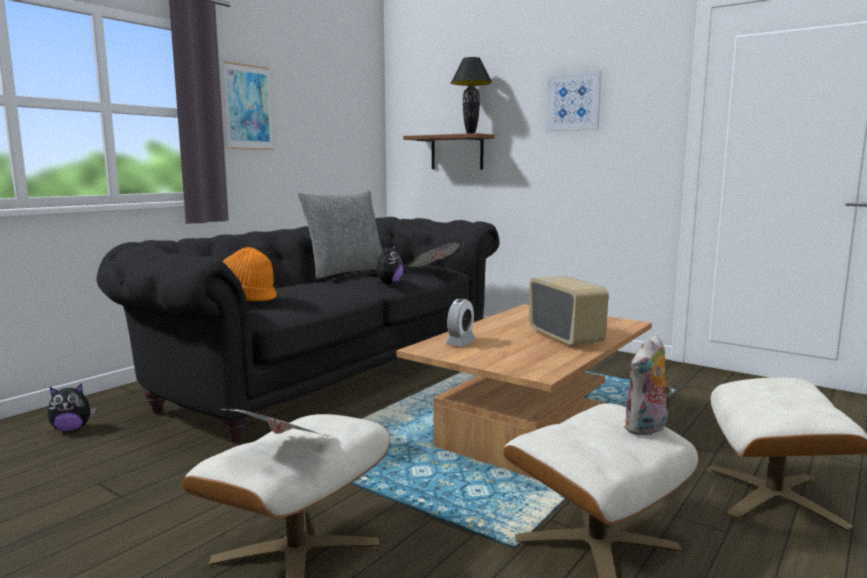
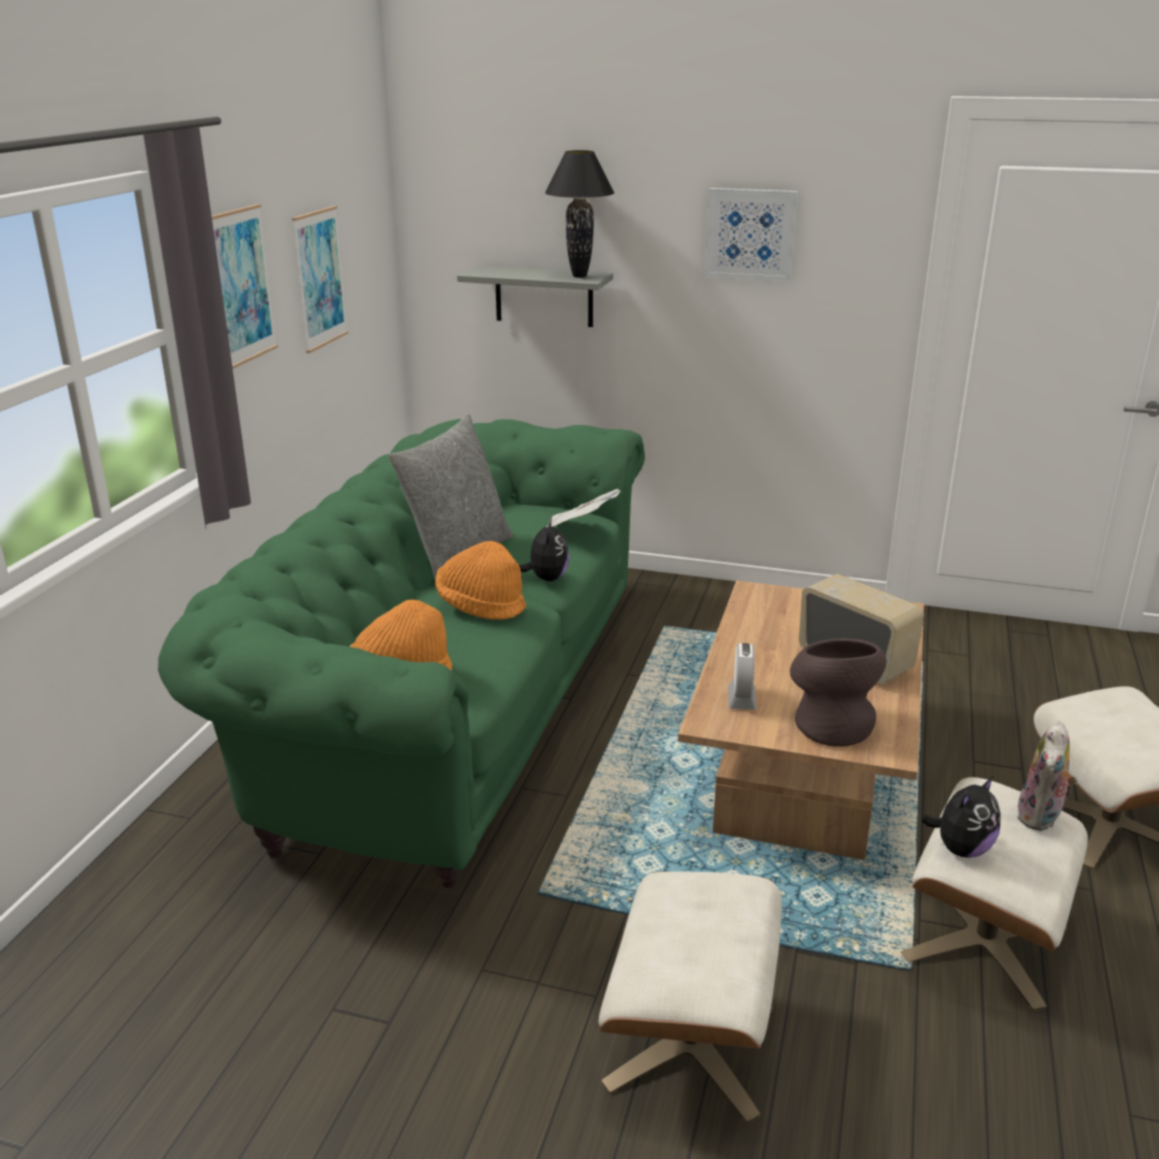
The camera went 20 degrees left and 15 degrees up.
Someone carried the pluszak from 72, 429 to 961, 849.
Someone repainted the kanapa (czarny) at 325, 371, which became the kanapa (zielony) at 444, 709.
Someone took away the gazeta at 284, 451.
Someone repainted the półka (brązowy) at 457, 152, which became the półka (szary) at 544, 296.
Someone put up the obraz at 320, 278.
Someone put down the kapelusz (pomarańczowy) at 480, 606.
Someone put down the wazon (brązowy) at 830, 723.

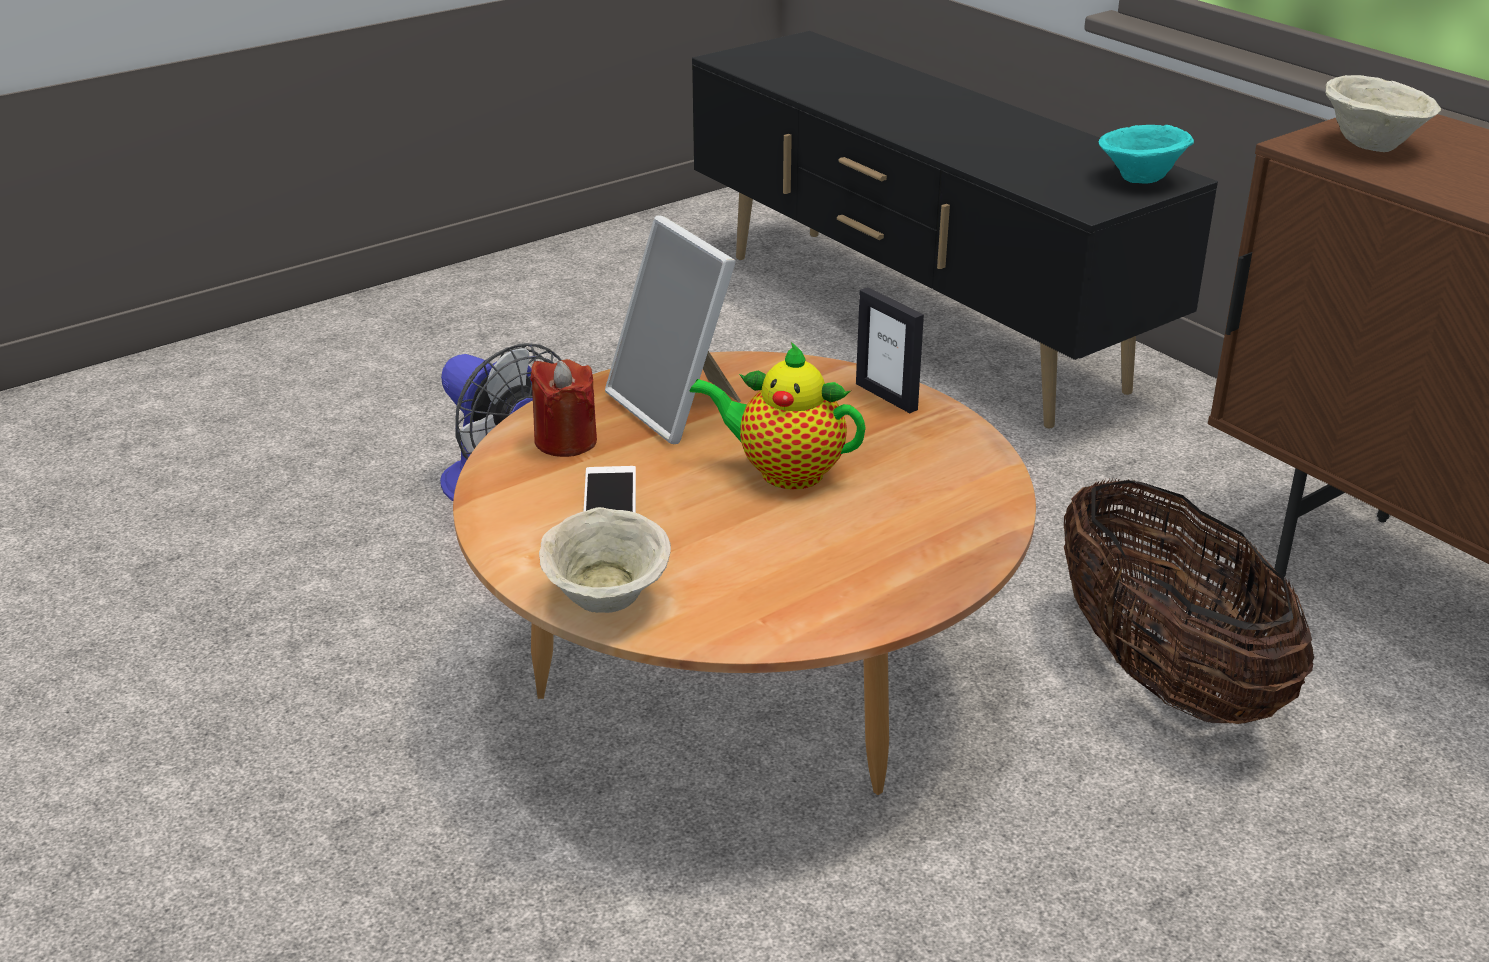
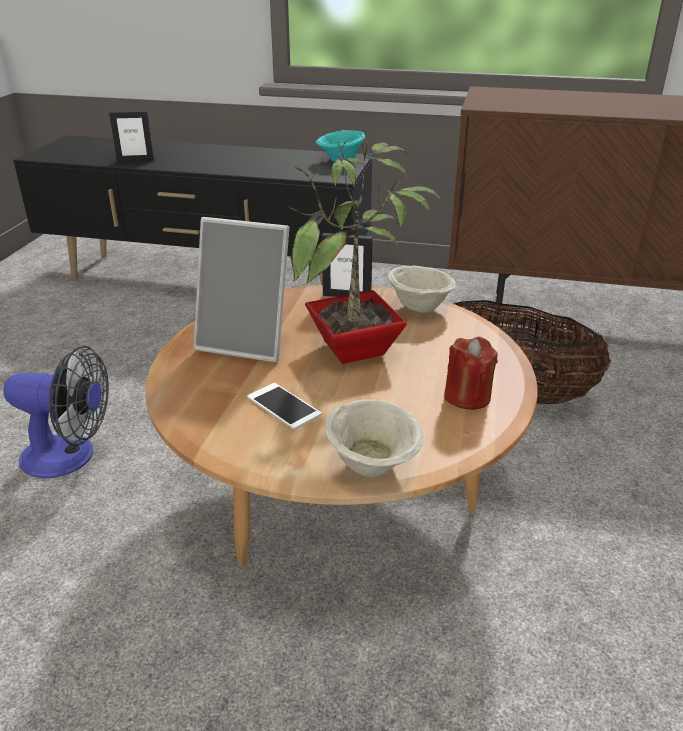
The camera went 40 degrees left and 0 degrees up.
Someone carried the świeca (czerwony) from 565, 441 to 467, 397.
Someone swapped the imbryk at 784, 472 for the roślina doniczkowa at 356, 351.
Someone carried the miska (beżowy) from 1369, 145 to 418, 307.
Someone put down the ramka na zdjęcie at 135, 160.

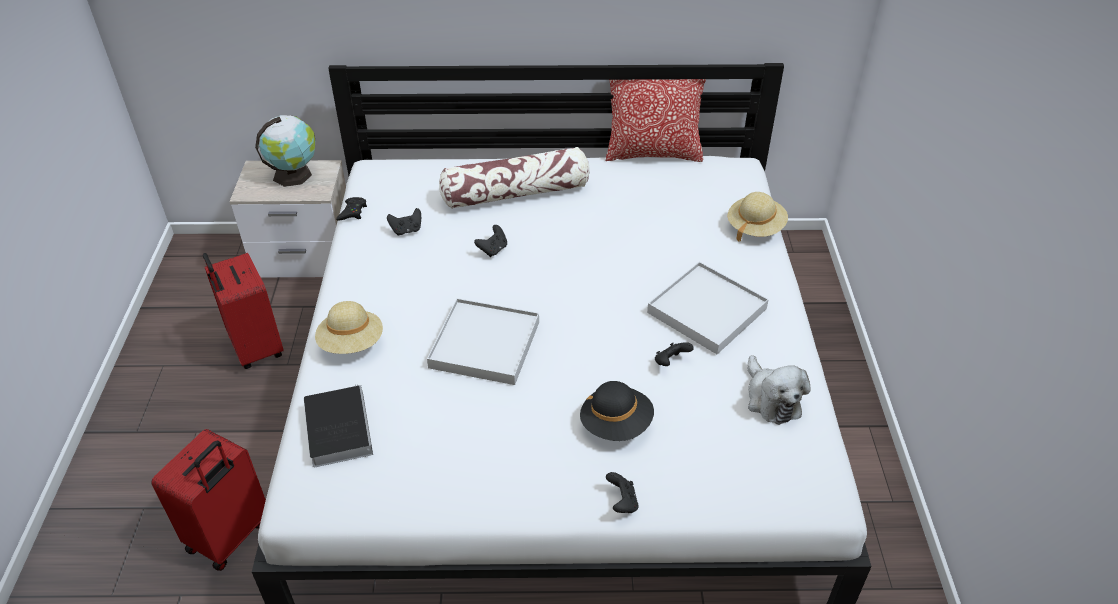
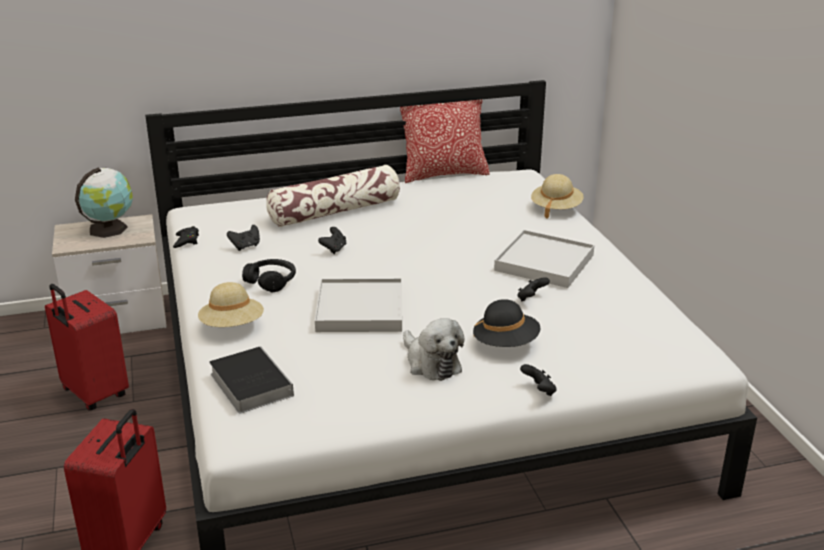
The camera went 15 degrees left and 15 degrees down.
Someone carried the pluszak from 771, 399 to 431, 363.
Someone put down the słuchawki (czarny) at 271, 281.

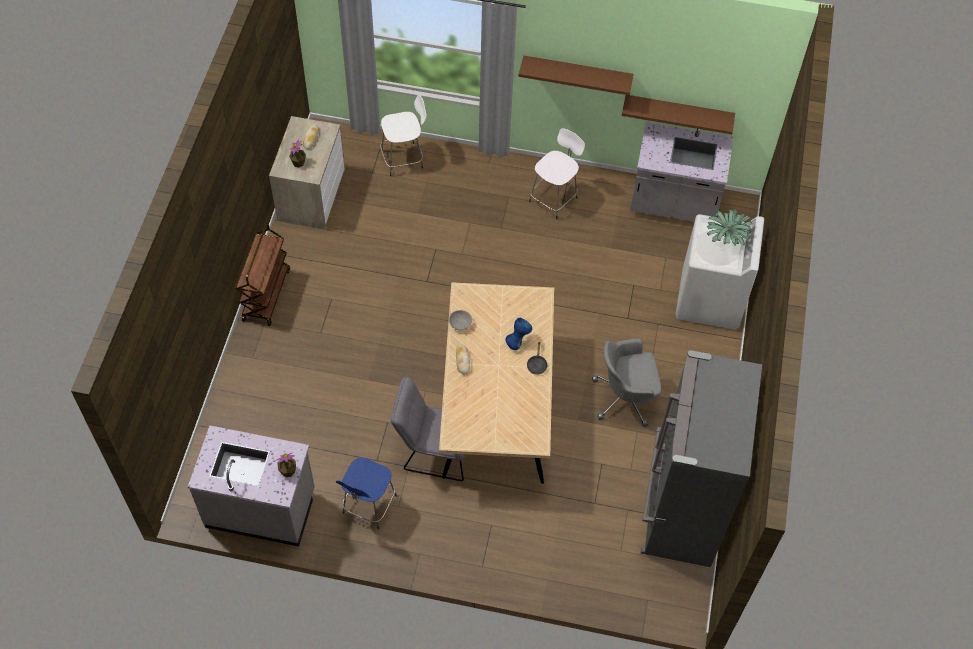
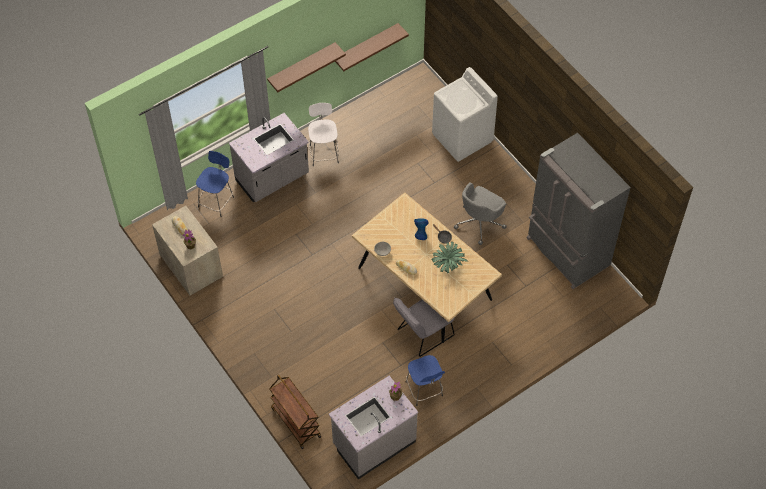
The camera went 45 degrees left and 0 degrees up.
Someone carried the wózek (brązowy) from 266, 294 to 295, 422.
Someone repainted the stołek (biały) at 404, 159, which became the stołek (niebieski) at 216, 201.
Someone carried the zabudowa kuchenna (szary) from 673, 205 to 272, 179.
Someone carried the roślina doniczkowa from 726, 238 to 448, 264.

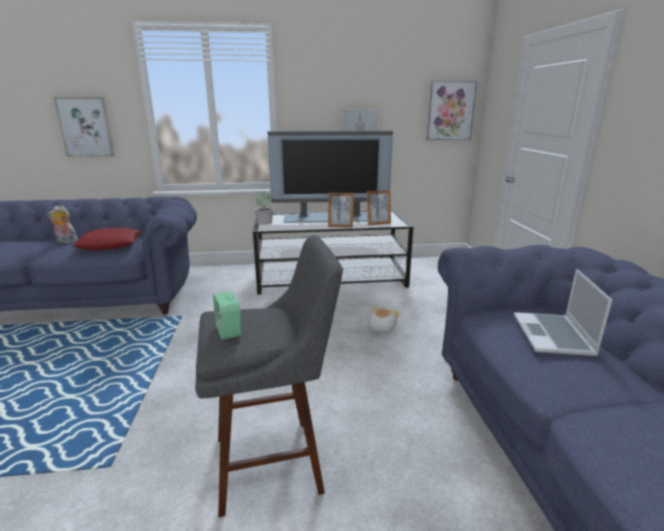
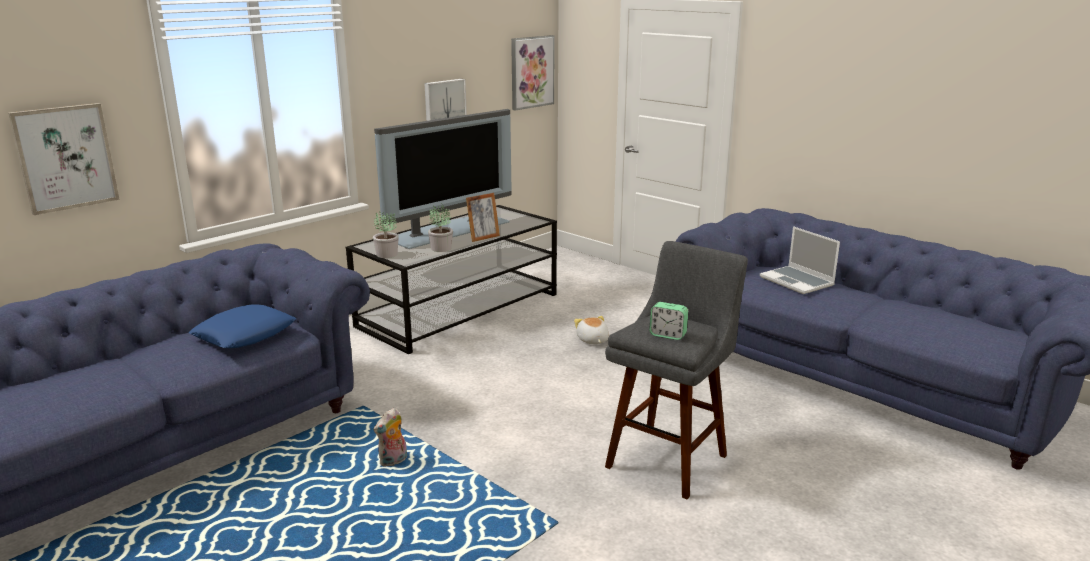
The camera went 40 degrees left and 0 degrees up.
Someone carried the pluszak from 66, 241 to 393, 462.
Someone repainted the poduszka (czerwony) at 110, 244, which became the poduszka (niebieski) at 245, 334.
Someone took away the ramka na zdjęcie at 378, 223.
Someone put down the roślina doniczkowa at 441, 248.

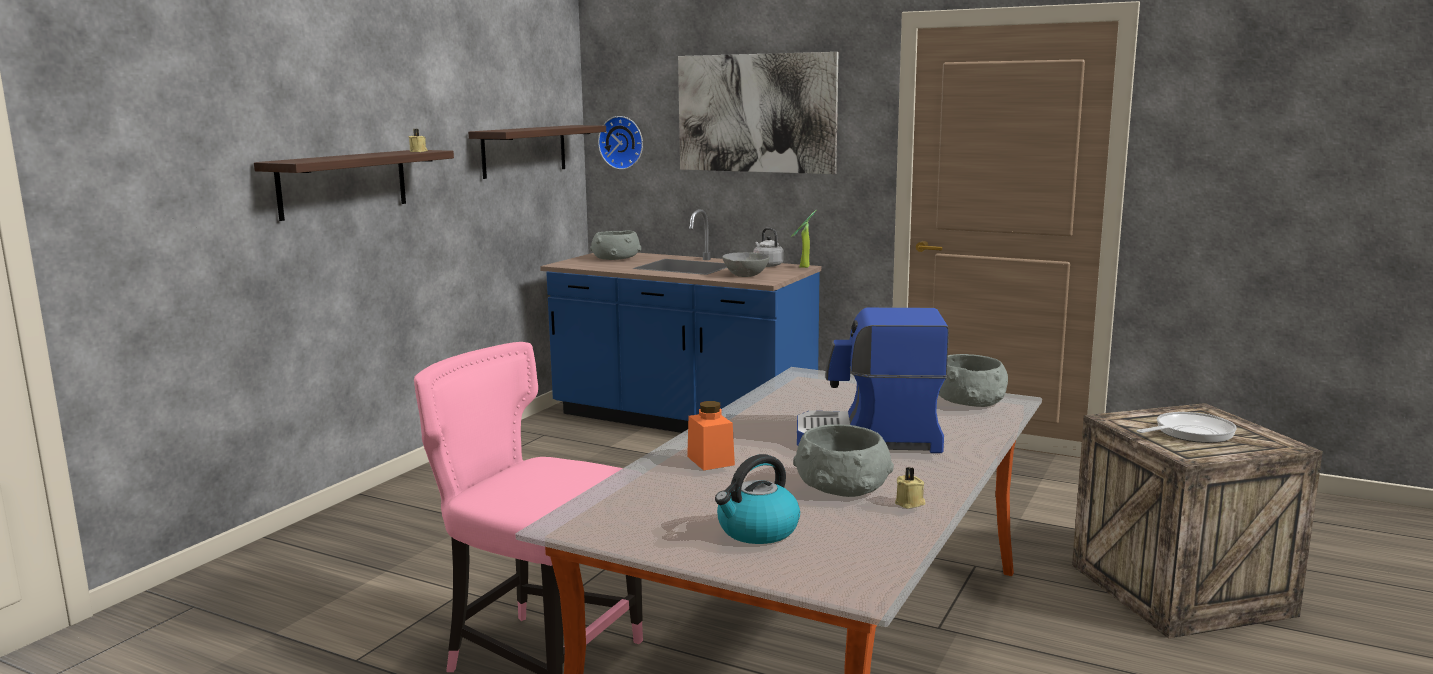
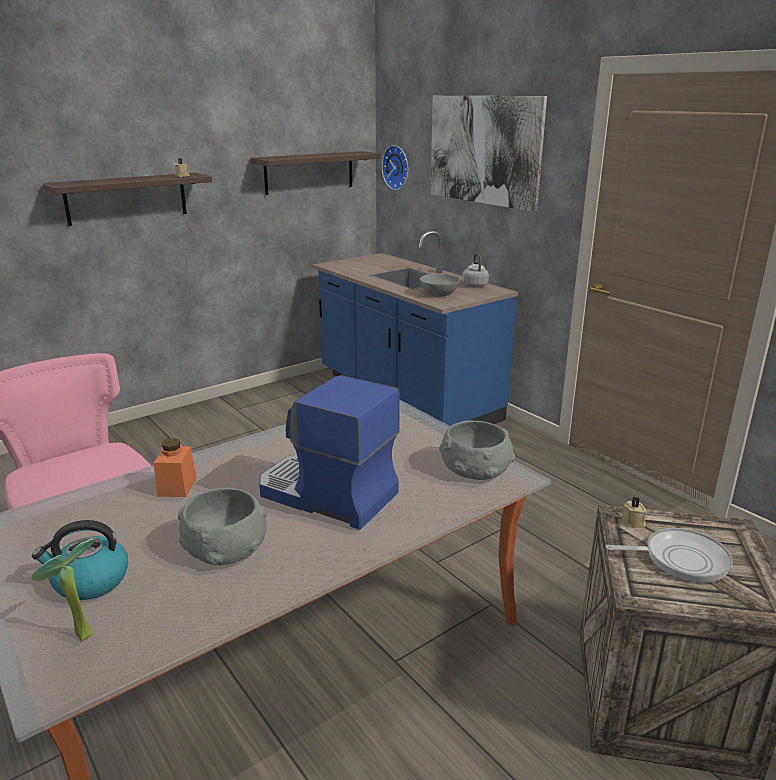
The camera went 25 degrees right and 10 degrees up.
Someone took away the miska (szary) at 616, 259.
Someone carried the roślina doniczkowa from 802, 267 to 79, 635.
Someone carried the świeca (beżowy) from 910, 503 to 633, 523.

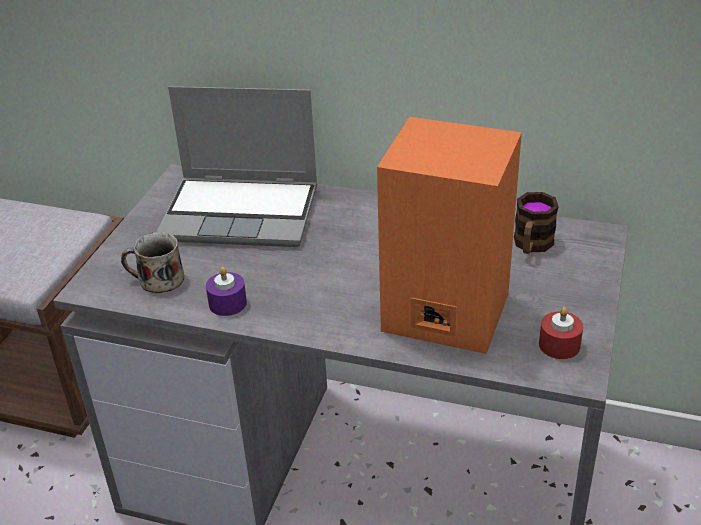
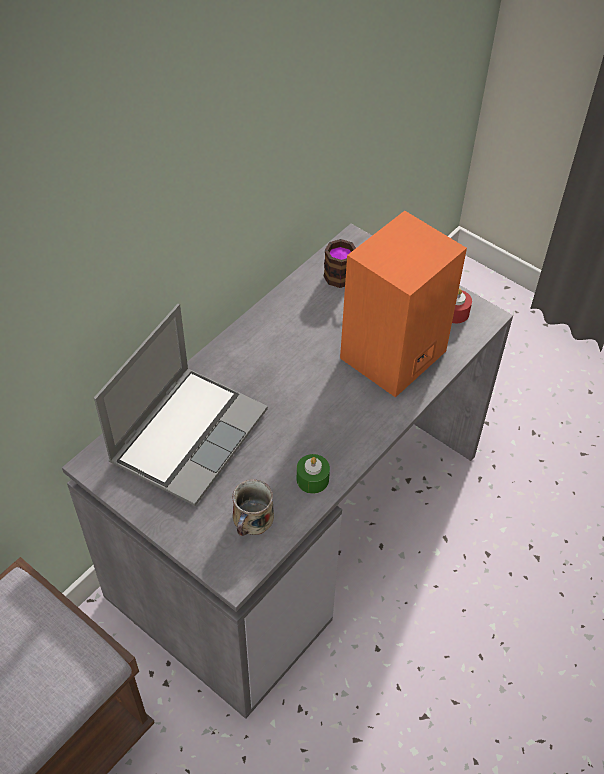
The camera went 70 degrees left and 15 degrees up.
Someone repainted the świeca (fioletowy) at 227, 303, which became the świeca (zielony) at 312, 479.

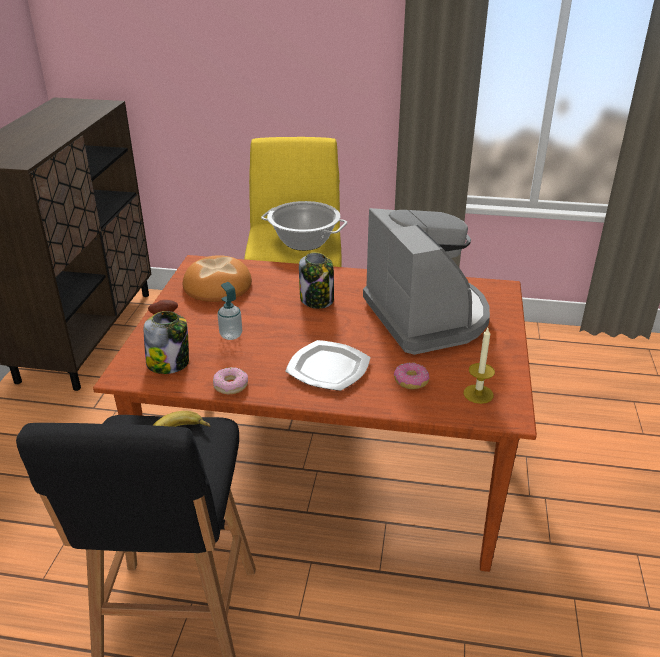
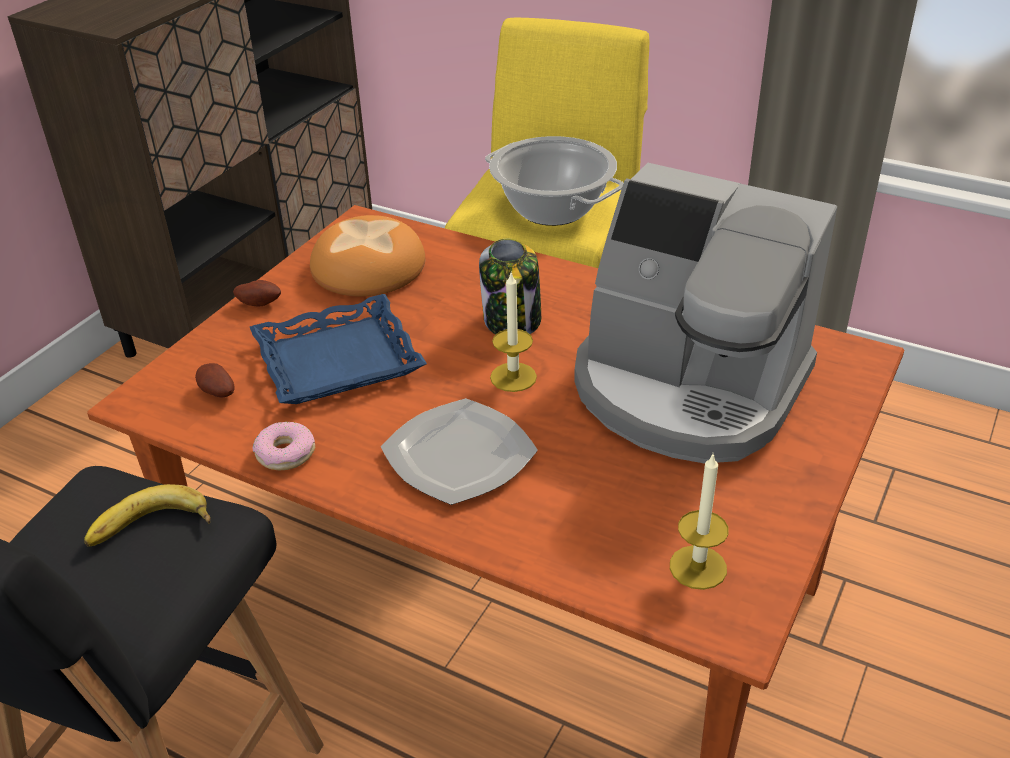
The camera went 20 degrees right and 5 degrees up.
Someone swapped the słoik at 169, 363 for the ziemniak at 217, 393.
Someone swapped the dozownik mydła at 231, 335 for the taca (niebieski) at 338, 361.
Someone rotated the ekspres do kawy at 427, 316 by 120 degrees clockwise.
Someone took away the donut at 410, 381.
Someone put down the świeca at 513, 377.

